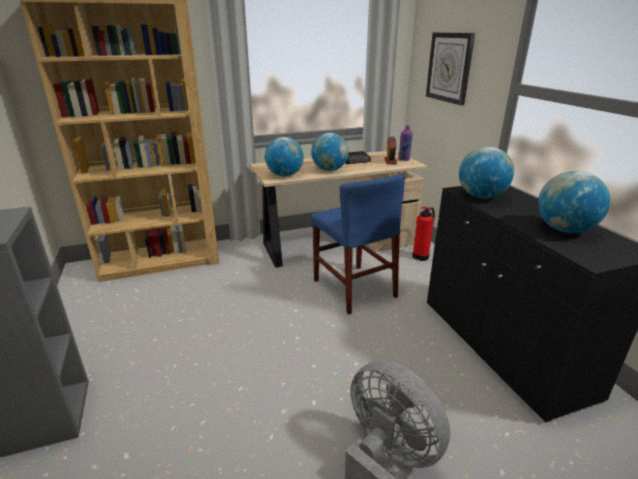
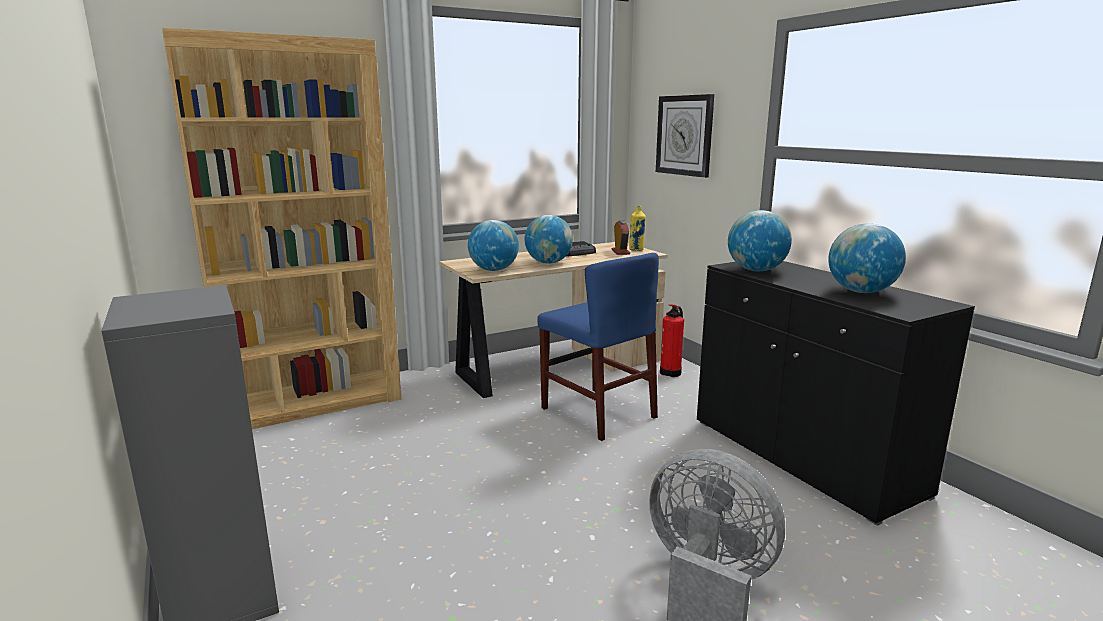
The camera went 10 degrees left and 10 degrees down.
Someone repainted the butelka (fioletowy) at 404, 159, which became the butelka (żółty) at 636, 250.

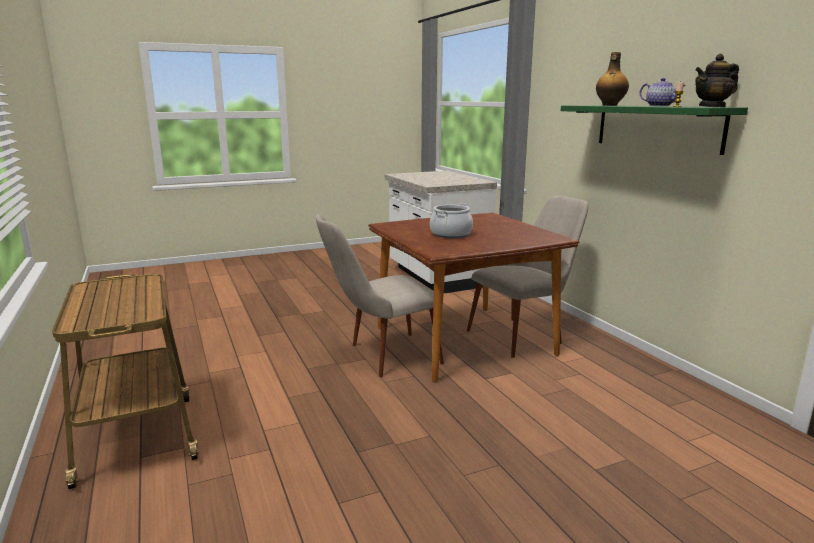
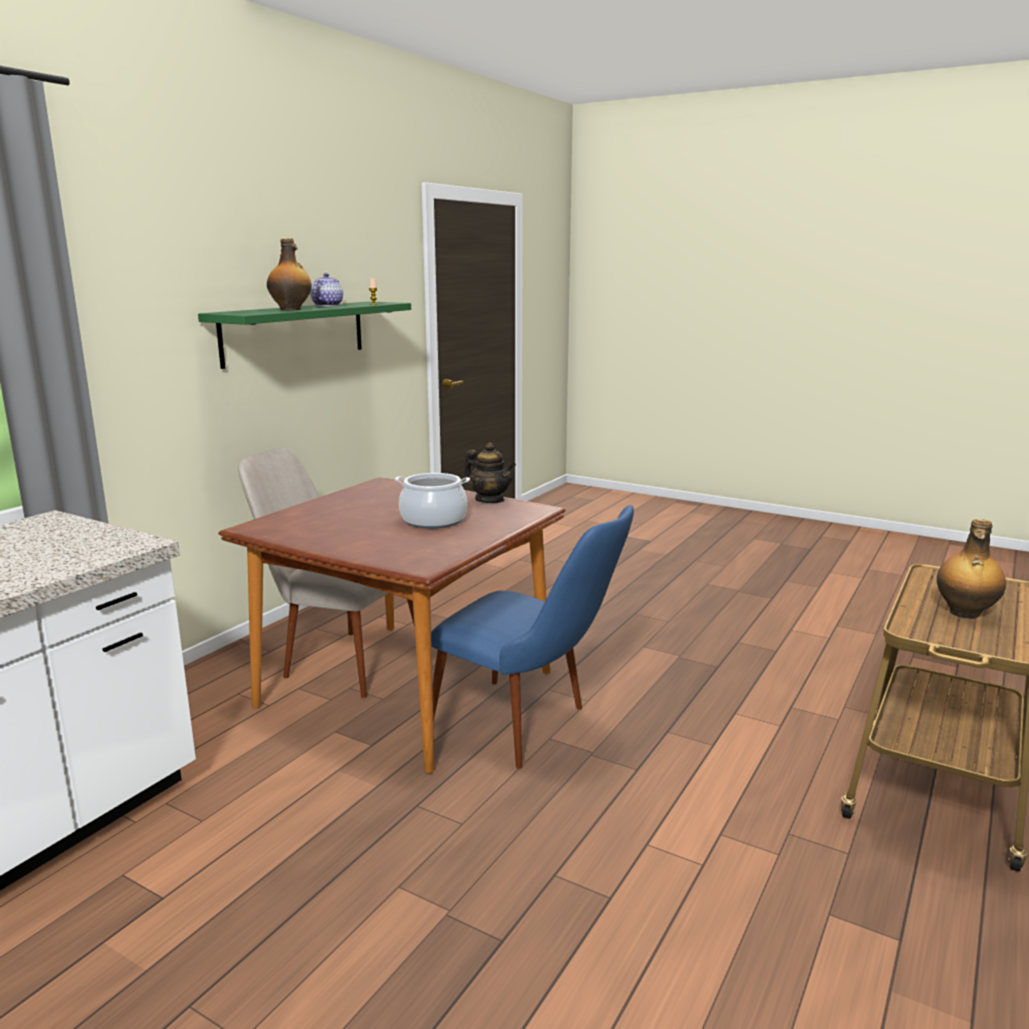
The camera went 125 degrees left and 0 degrees up.
Someone repainted the krzesło (beżowy) at 380, 357, which became the krzesło (niebieski) at 530, 729.
Someone carried the imbryk from 712, 107 to 490, 500.
Someone put down the butelka at 964, 613.

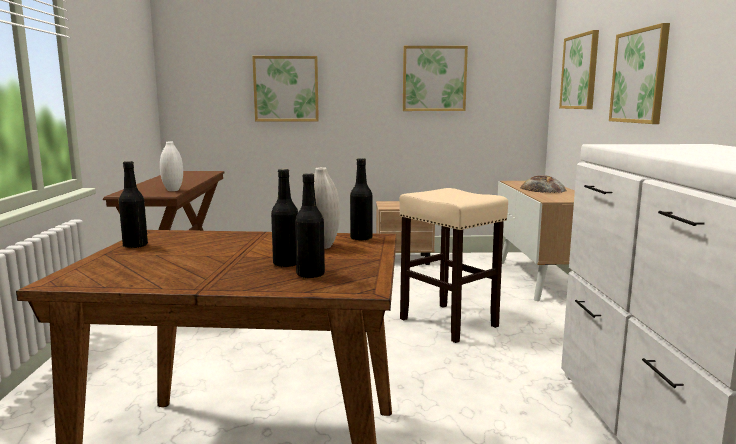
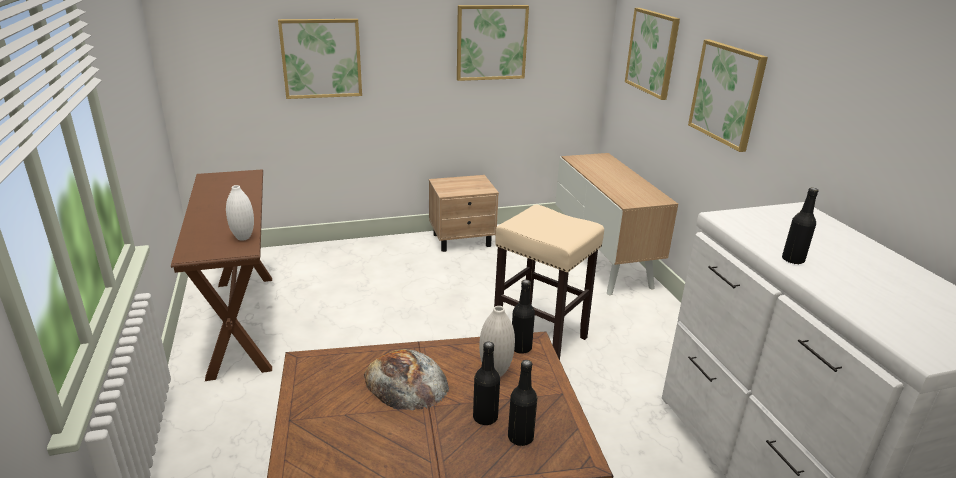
The camera went 15 degrees left and 15 degrees up.
Someone carried the butelka (czarny) from 135, 246 to 792, 260.
Someone carried the chleb from 543, 189 to 406, 381.

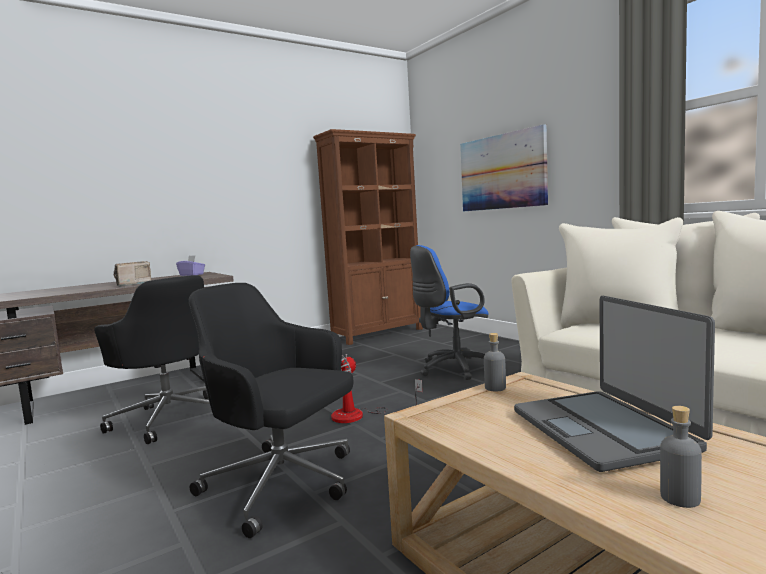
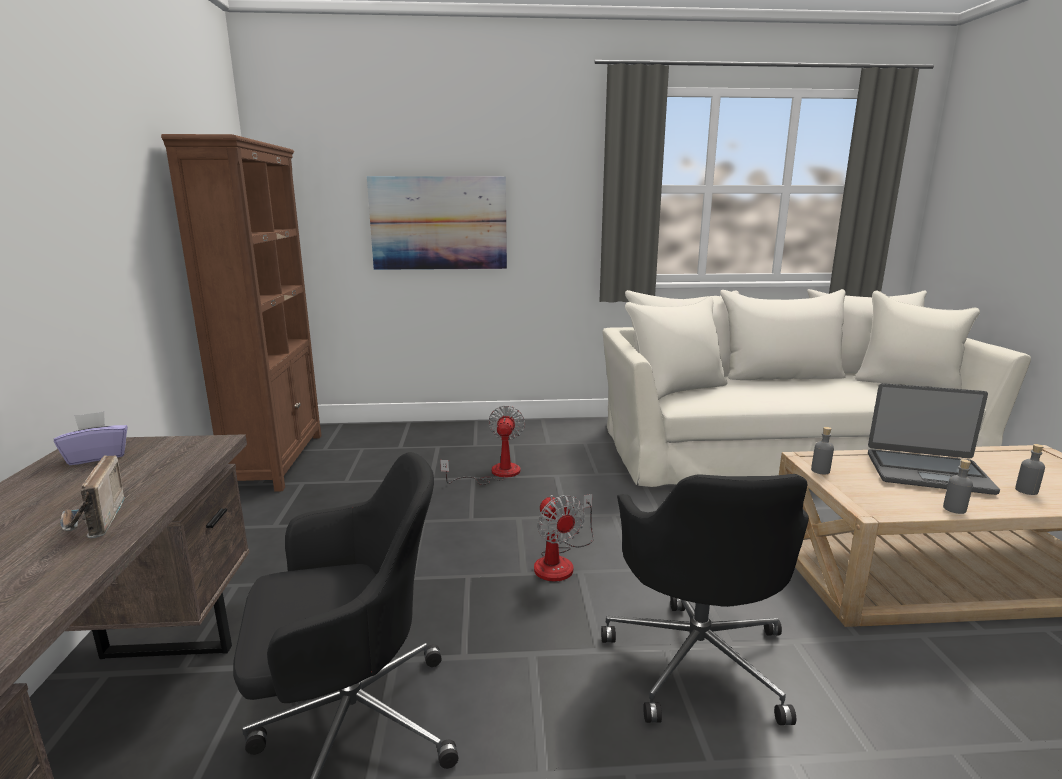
The camera went 60 degrees left and 10 degrees up.
Someone rotated the krzesło biurowe (czarny) at 283, 484 by 60 degrees counterclockwise.
Someone swapped the krzesło biurowe (niebieski) at 452, 369 for the wentylator at 495, 473.
Someone put down the butelka (szary) at 954, 509.

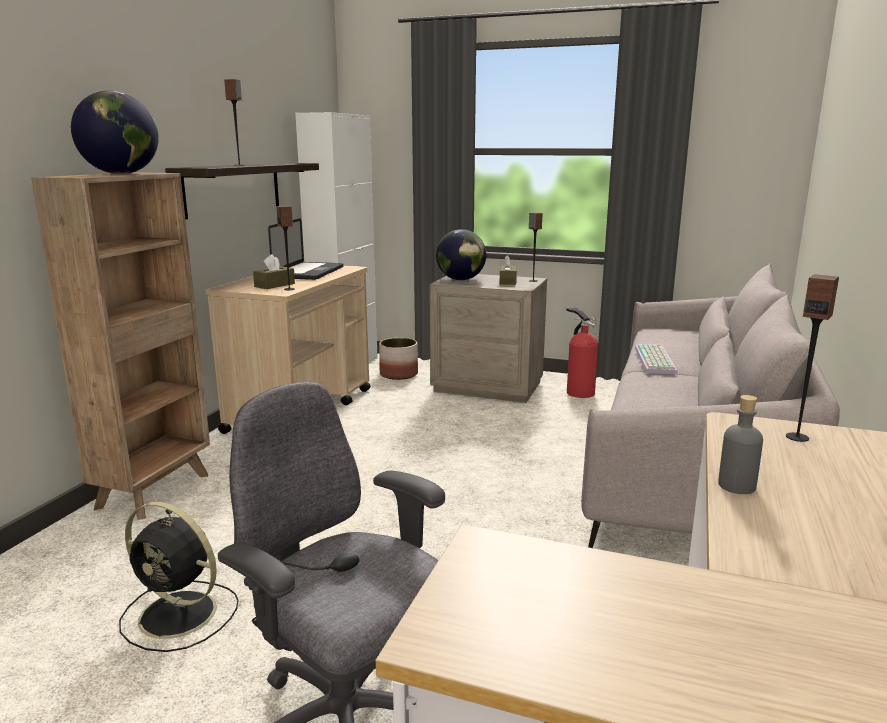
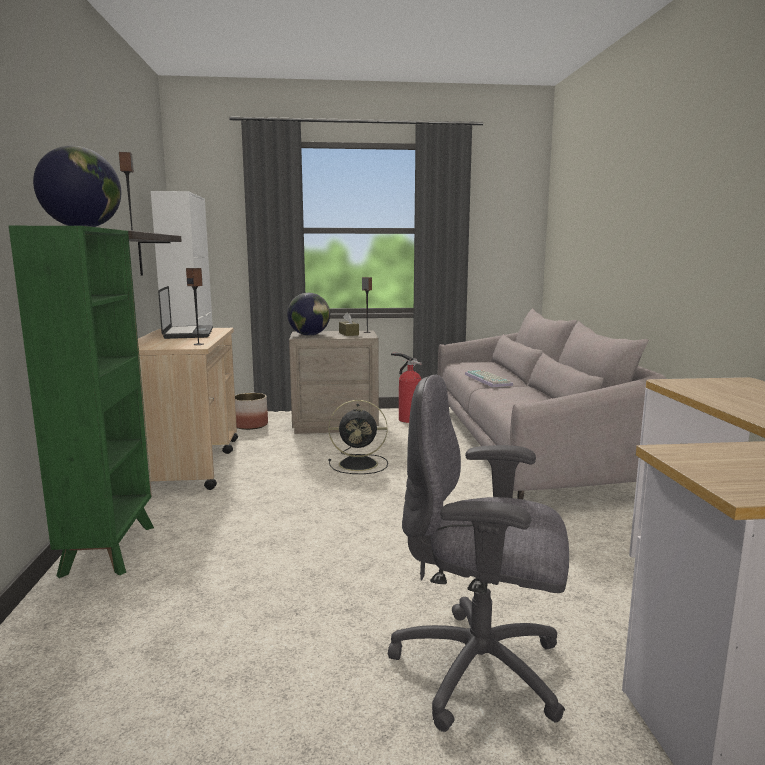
The camera went 25 degrees left and 5 degrees down.
Someone repainted the regał (brązowy) at 156, 490, which became the regał (zielony) at 110, 548.
Someone carried the wentylator (czarny) from 180, 615 to 360, 464.
Someone took away the pudełko chusteczek (brązowy) at 274, 285.
Someone took away the butelka (szary) at 736, 486.
Someone took away the głośnik at 797, 437.

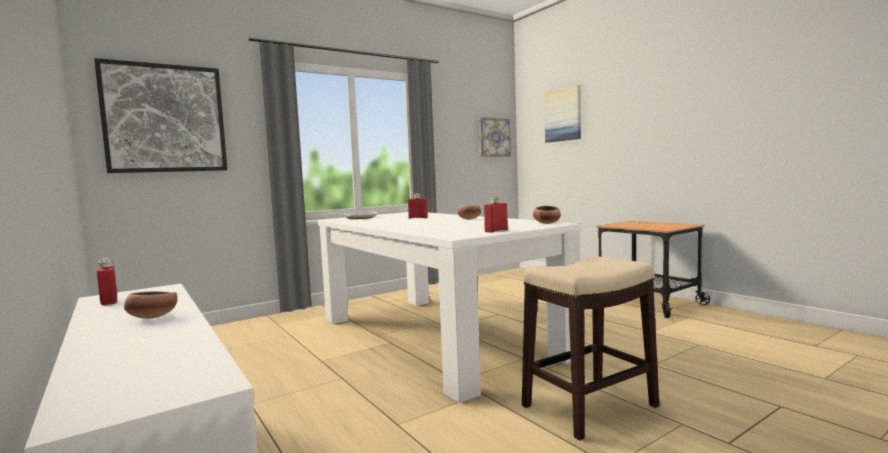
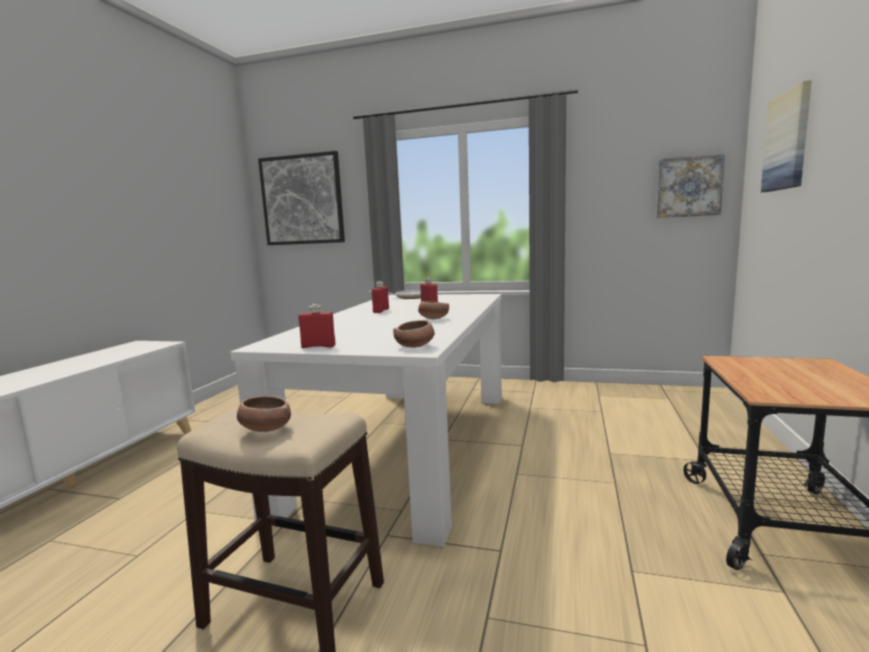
The camera went 50 degrees right and 5 degrees up.
Someone carried the butelka (czerwony) from 109, 301 to 381, 311.
Someone carried the miska from 151, 318 to 265, 429.

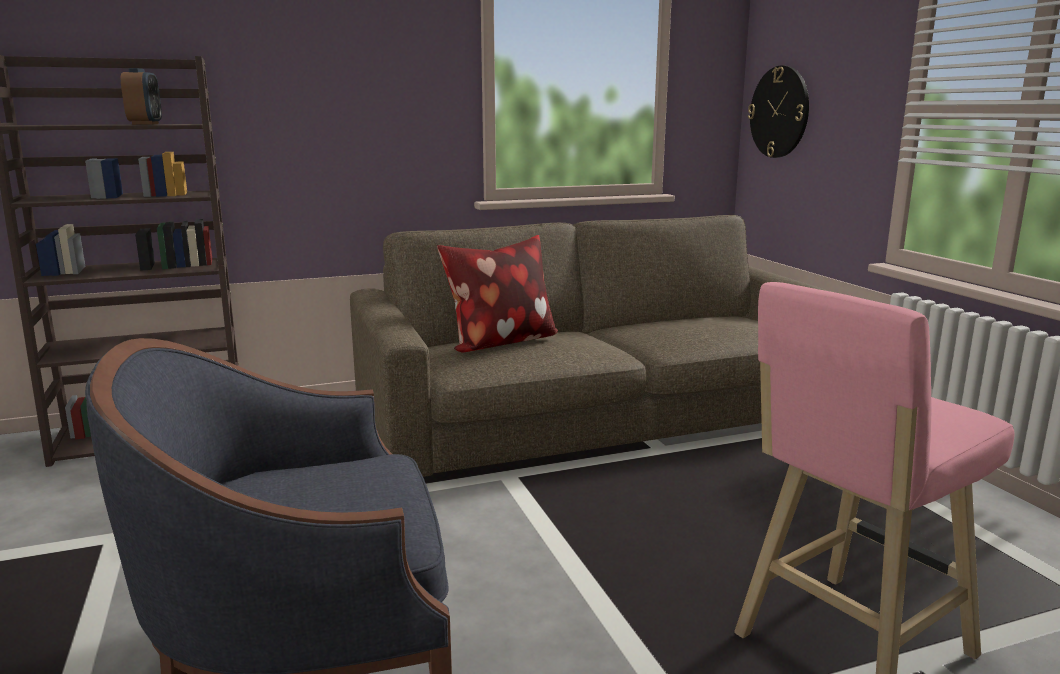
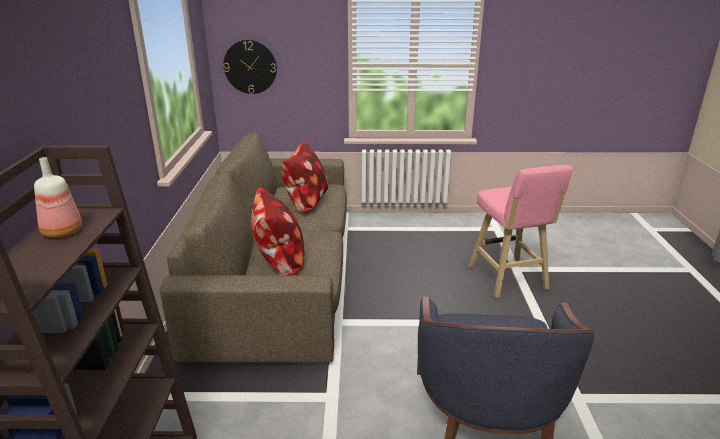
The camera went 70 degrees left and 10 degrees up.
Someone swapped the budzik at 145, 124 for the butelka at 61, 232.
Someone put down the poduszka at 305, 202.

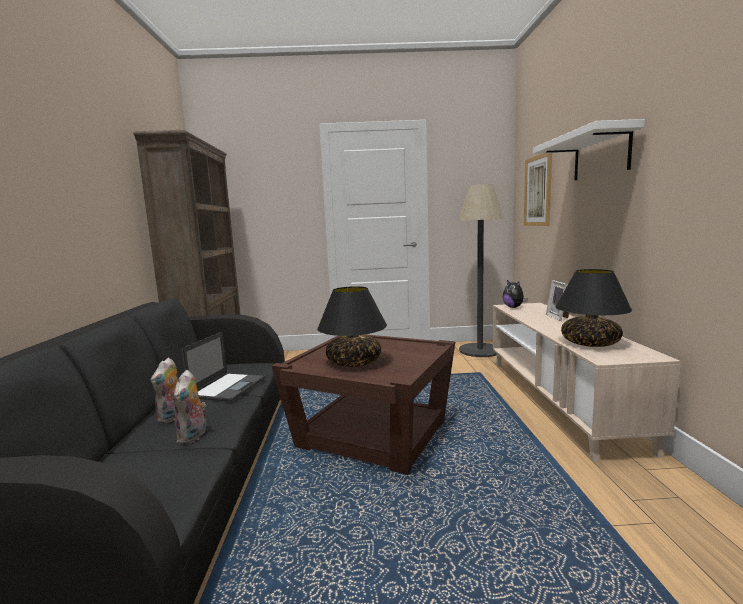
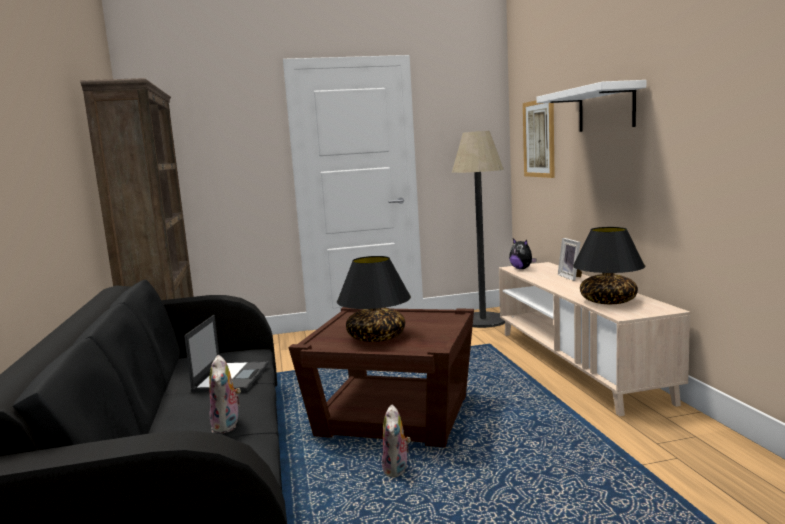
The camera went 10 degrees left and 0 degrees up.
Someone carried the pluszak from 173, 417 to 397, 470.

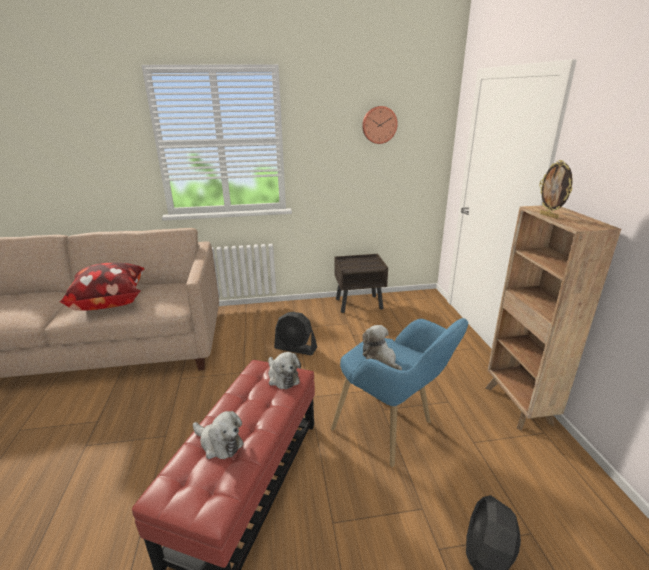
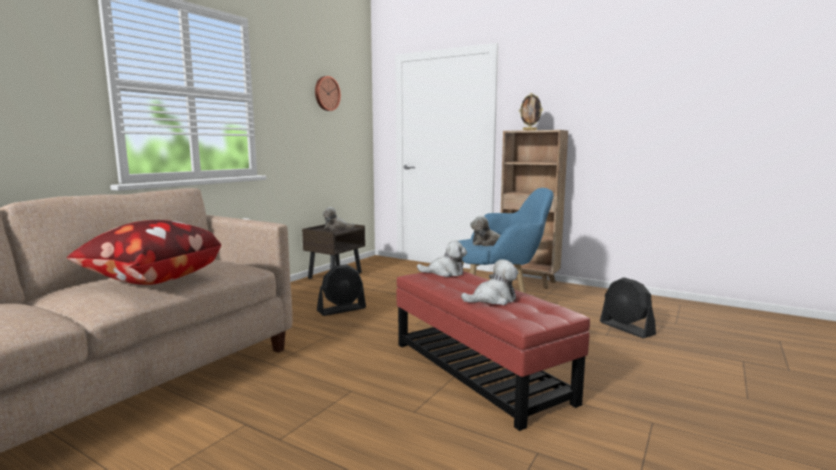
The camera went 50 degrees left and 15 degrees down.
Someone put down the pluszak at 336, 228.

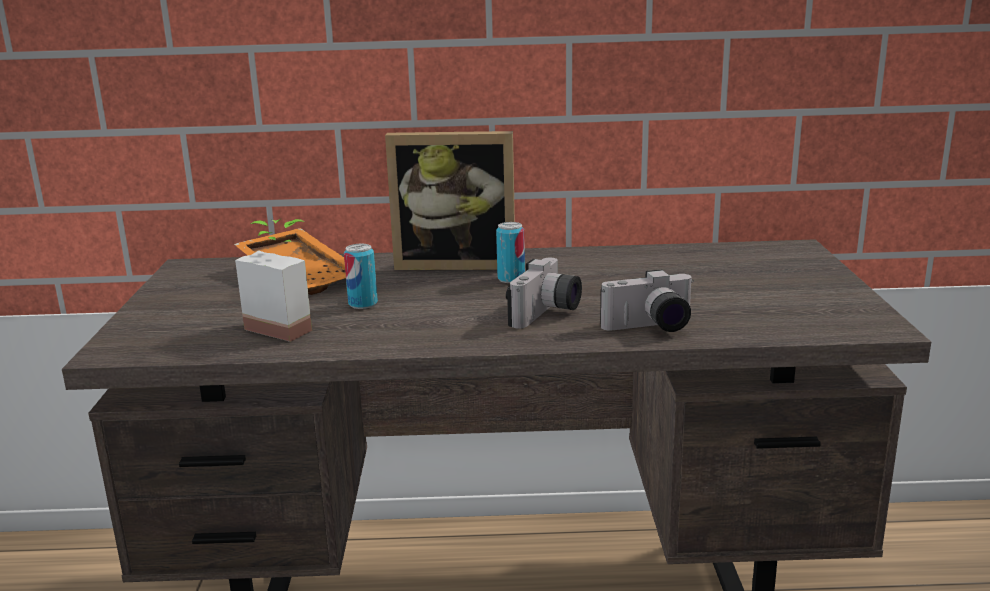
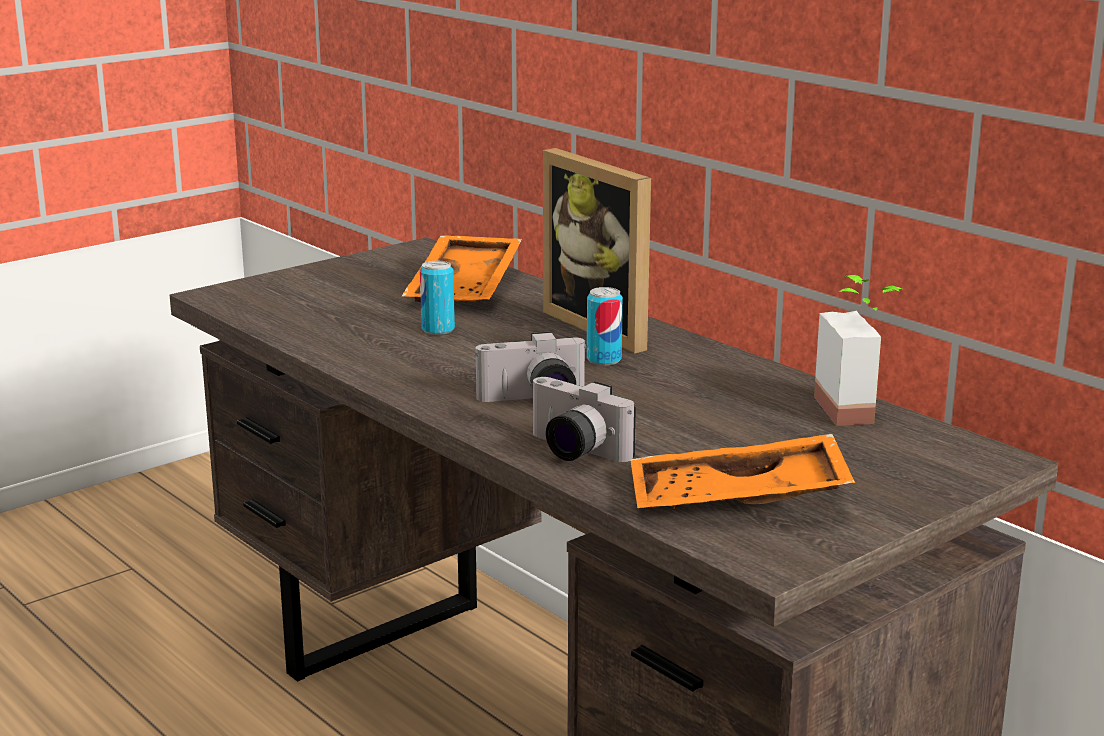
The camera went 50 degrees right and 0 degrees up.
Someone carried the roślina doniczkowa from 287, 325 to 859, 409.
Someone put down the taca (pomarańczowy) at 737, 502.

